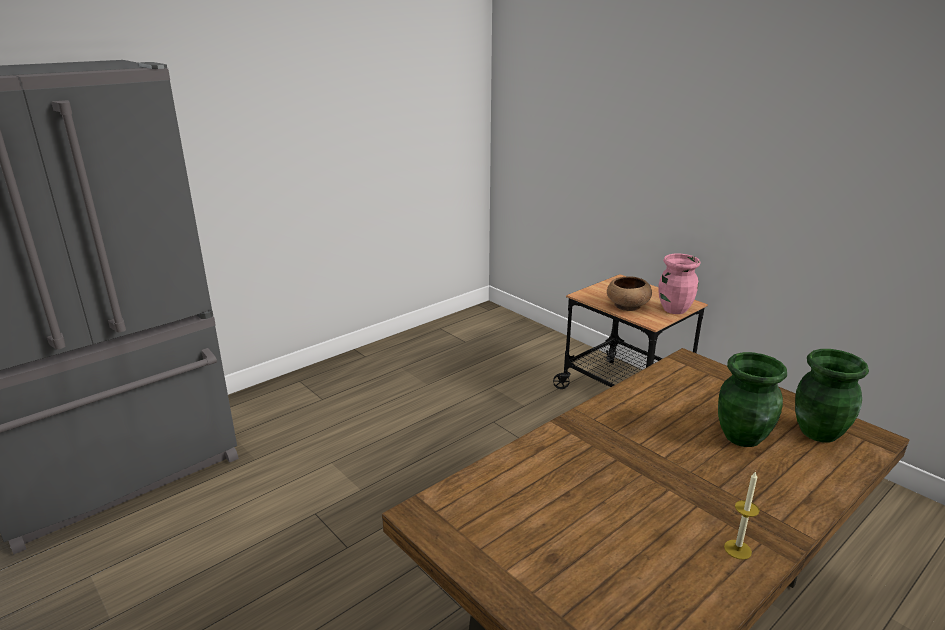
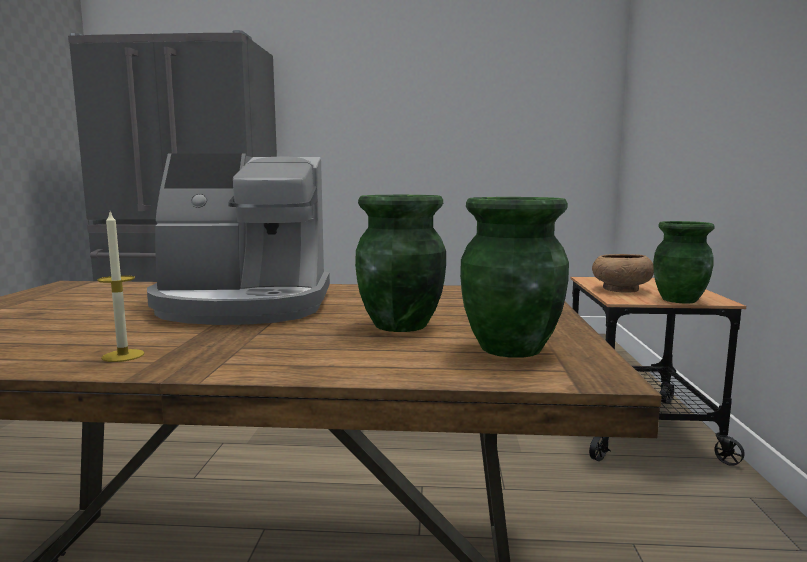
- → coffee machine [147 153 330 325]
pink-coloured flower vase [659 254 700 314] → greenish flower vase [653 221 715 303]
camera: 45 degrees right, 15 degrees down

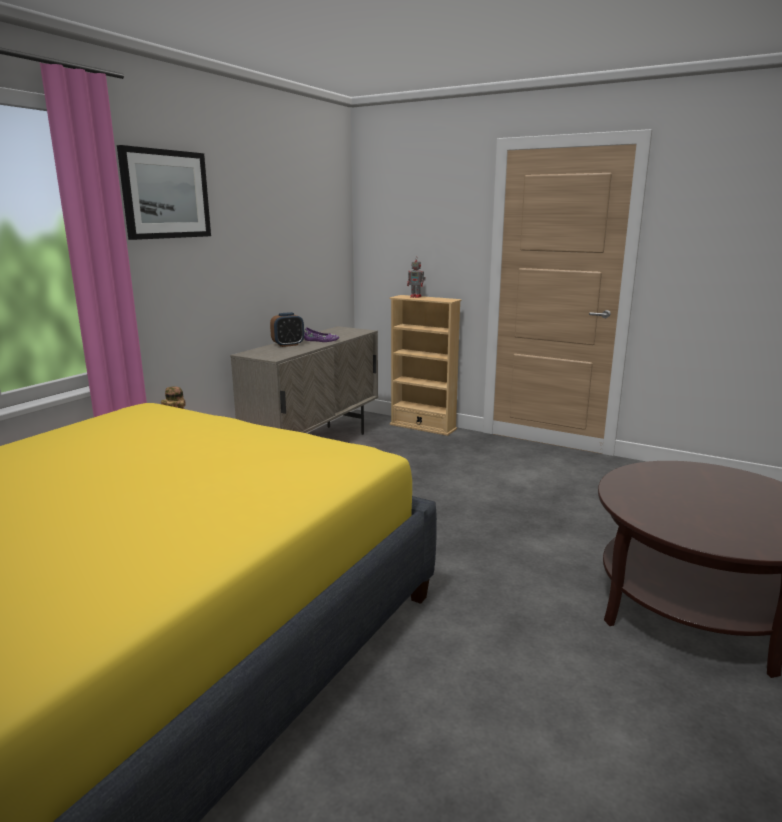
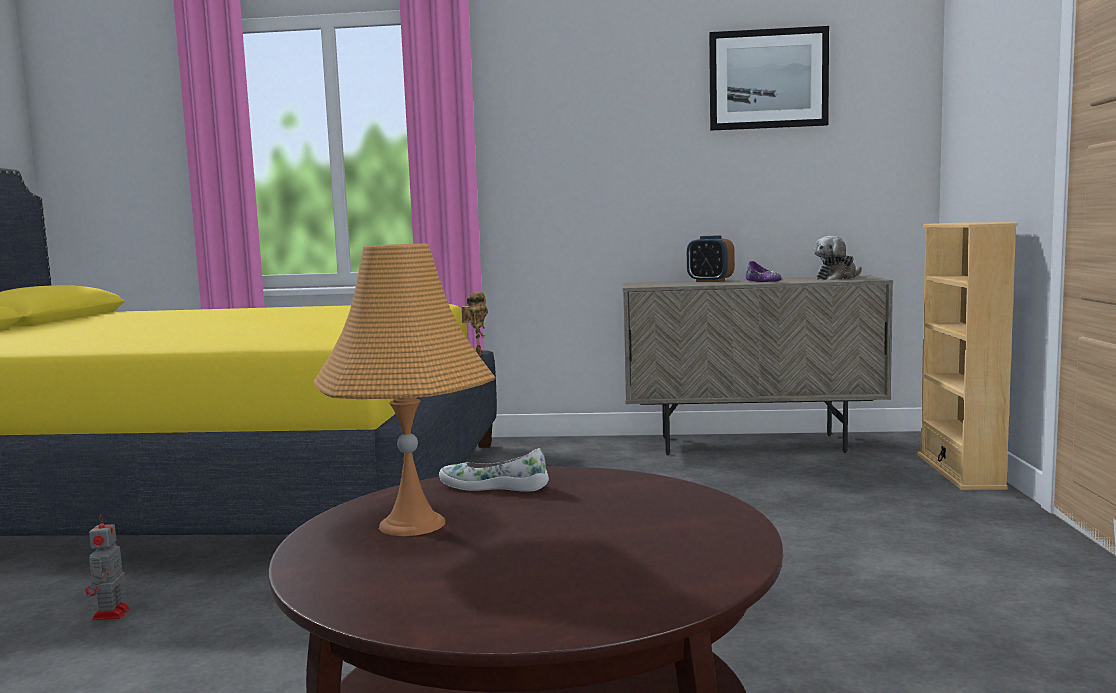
- → orange-coloured tabletop lamp [314 244 496 536]
- → white low shoe [439 448 549 492]
- → soft toy [814 236 862 280]
picture [117 145 211 240] → picture [709 26 829 131], relocated
toy robot [407 257 426 298] → toy robot [85 515 130 621], relocated
camera: 65 degrees right, 10 degrees down

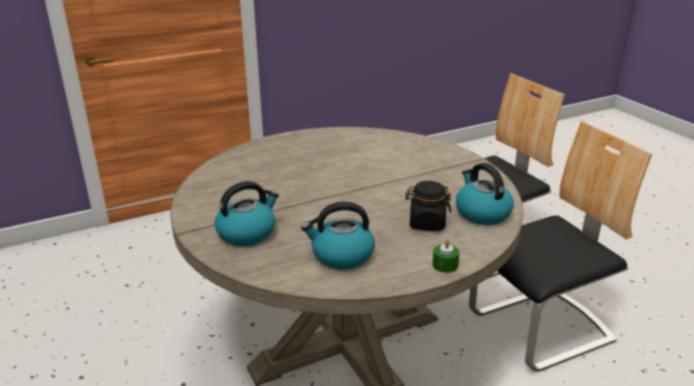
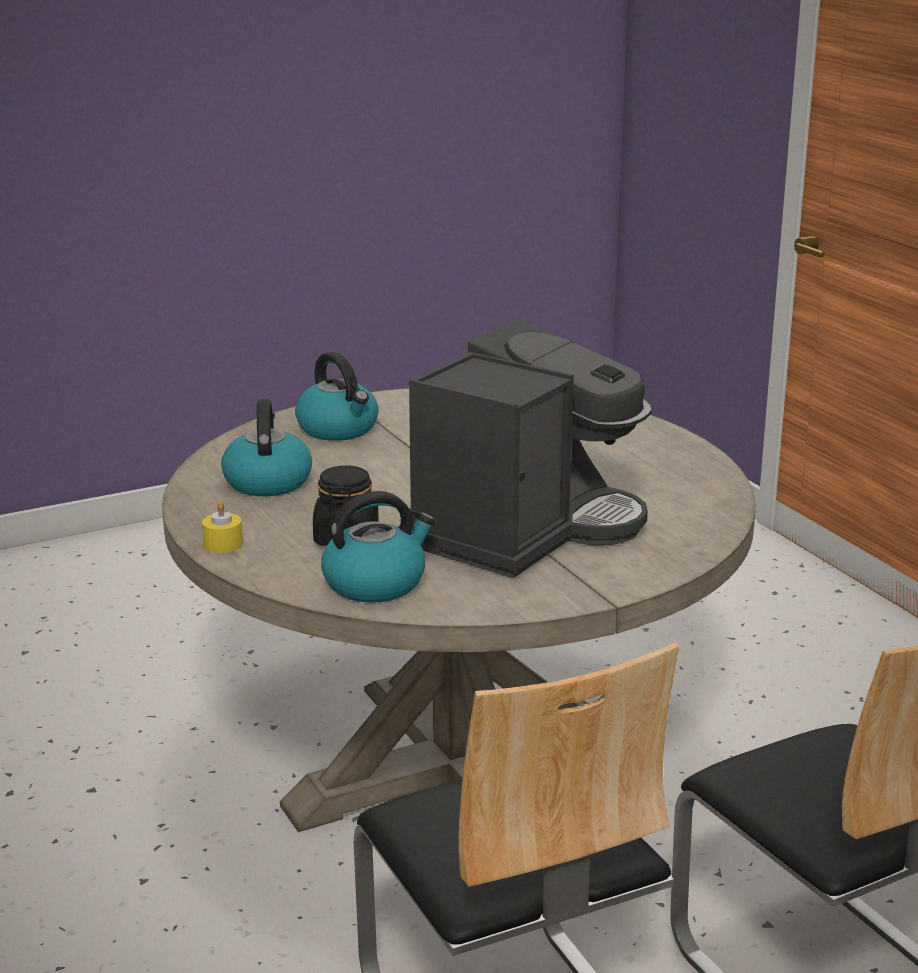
- → coffee machine [398 319 652 578]
greenish candle [433 239 459 273] → yellow-coloured candle [202 502 243 553]
camera: 90 degrees right, 5 degrees down

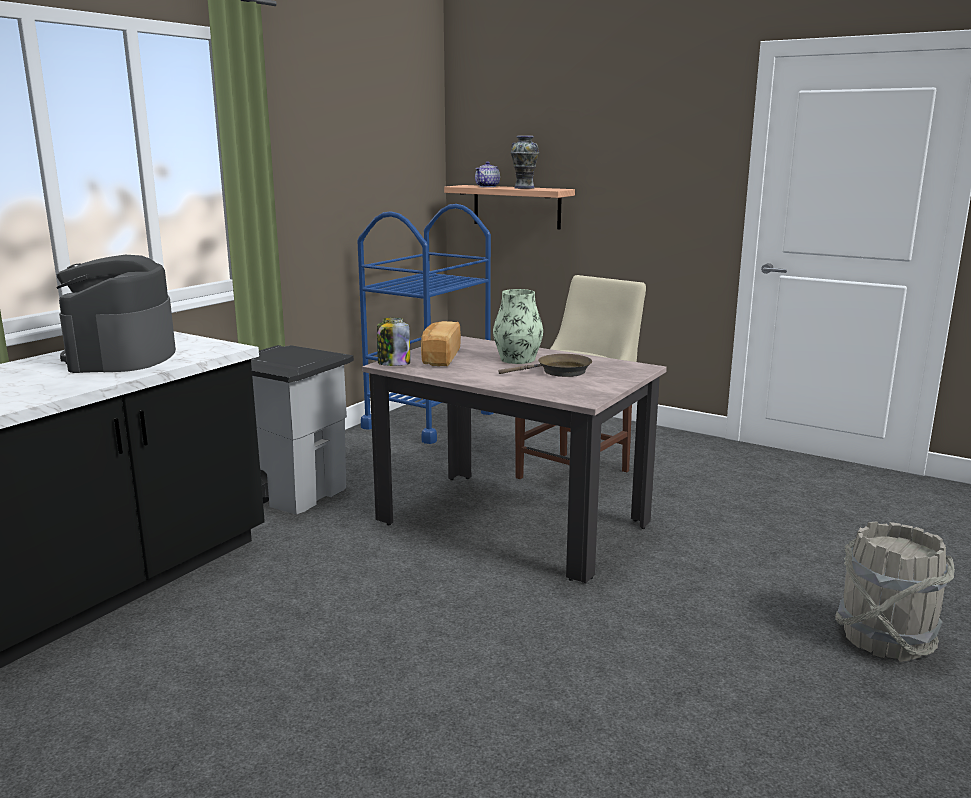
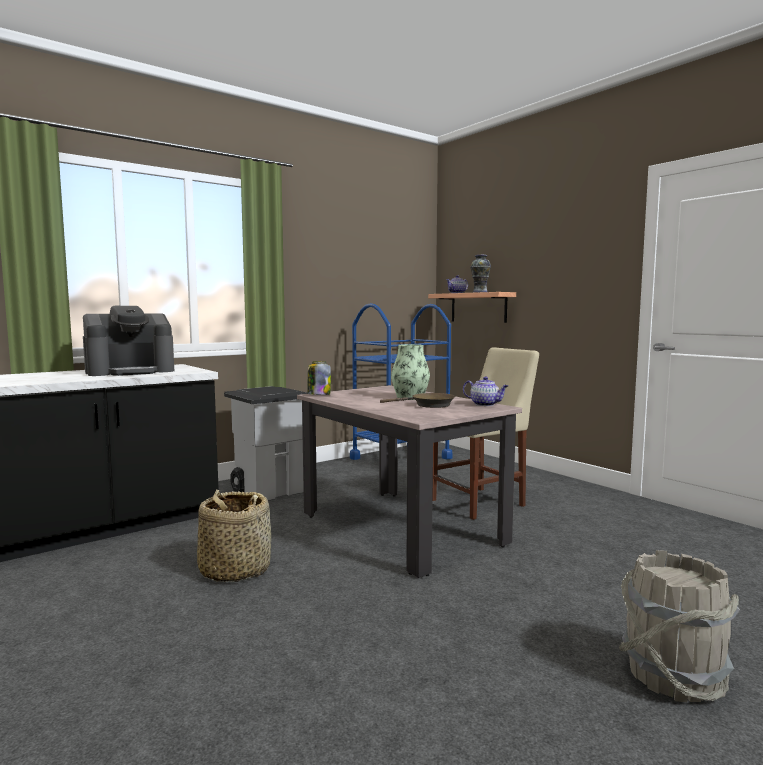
baked bread [421 321 461 366] → -
- → household basket [197 490 271 582]
- → teapot [463 376 508 406]
coffee machine [56 255 176 373] → coffee machine [83 306 174 376], 135 degrees counterclockwise
camera: 20 degrees right, 10 degrees down

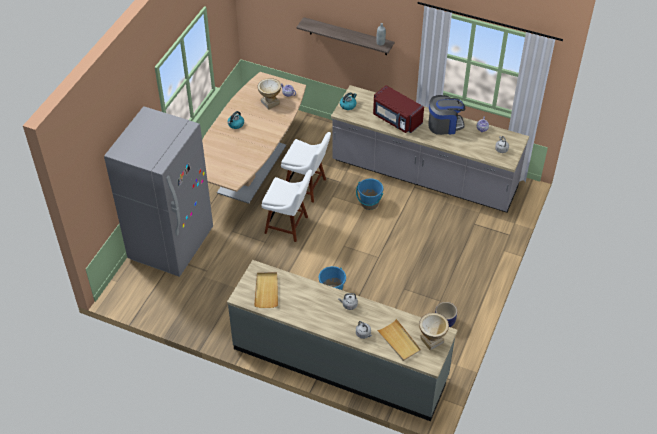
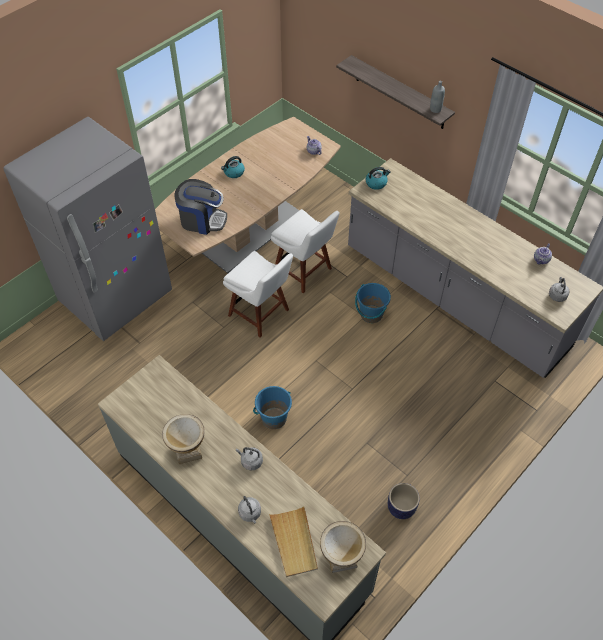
beige-coloured tray [254 272 278 308] → -
red-coloured microwave oven [373 85 424 133] → -
flower vase [257 78 281 109] → flower vase [162 414 205 464], relocated
coffee machine [428 95 465 135] → coffee machine [174 179 227 235], relocated
camera: 20 degrees right, 5 degrees up

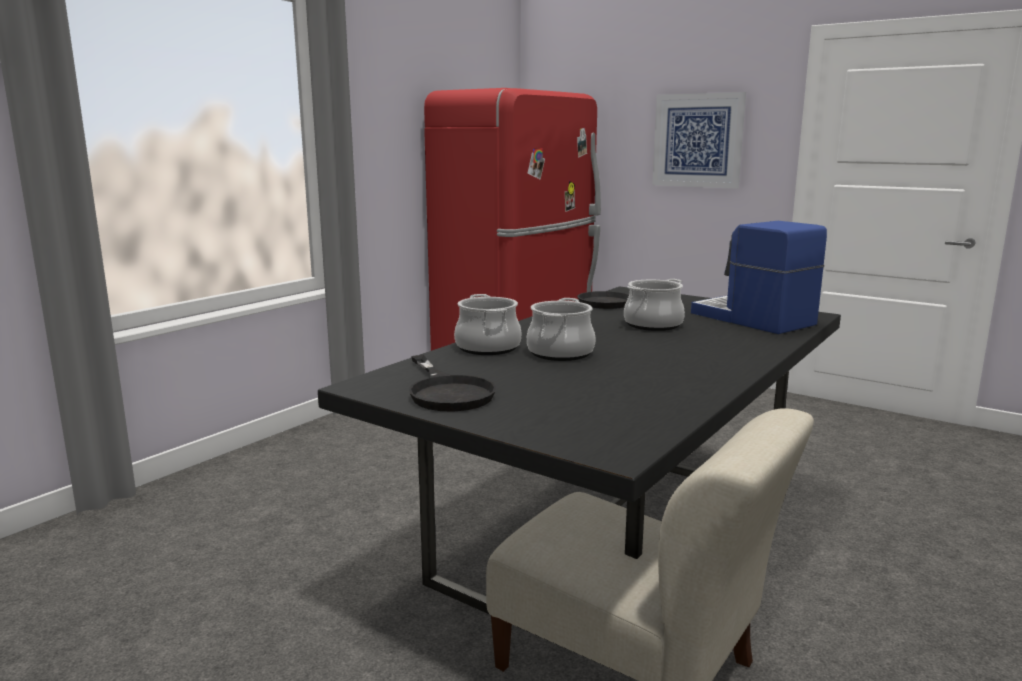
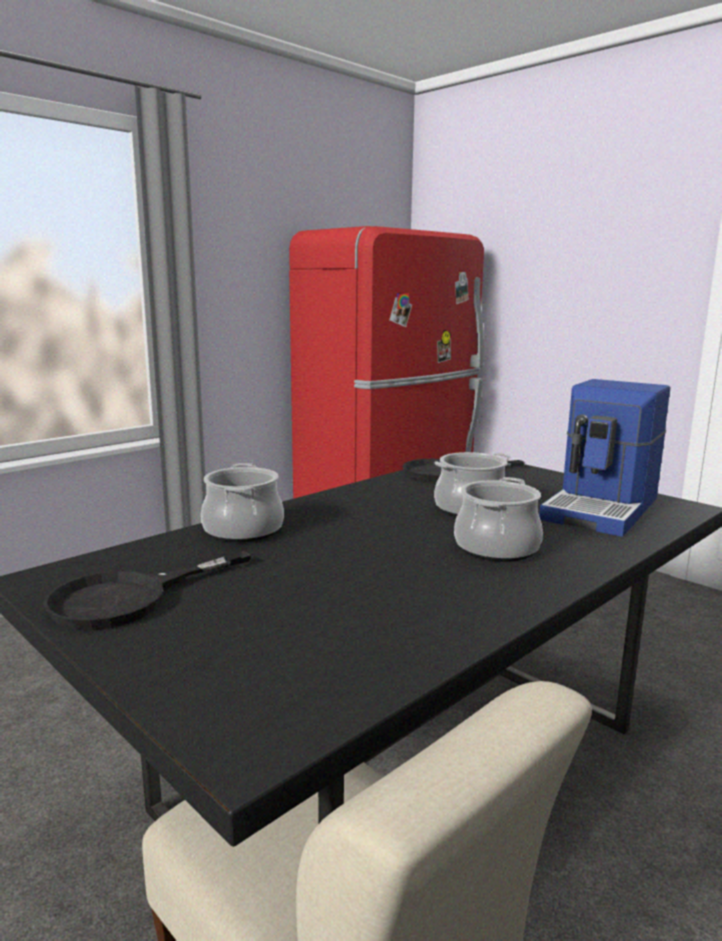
picture [652 92 746 189] → -
stockpot [527 298 596 361] → stockpot [454 477 543 562], relocated
blackish frying pan [409 355 497 412] → blackish frying pan [43 551 251 630], 60 degrees clockwise
coffee machine [691 221 827 334] → coffee machine [539 379 671 537], 120 degrees counterclockwise
camera: 10 degrees right, 0 degrees up

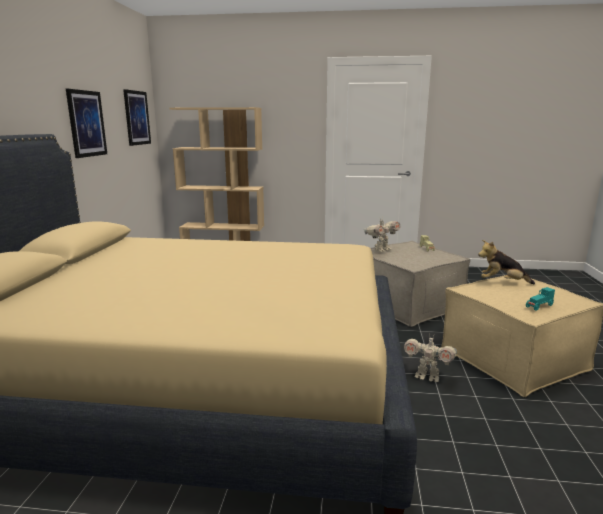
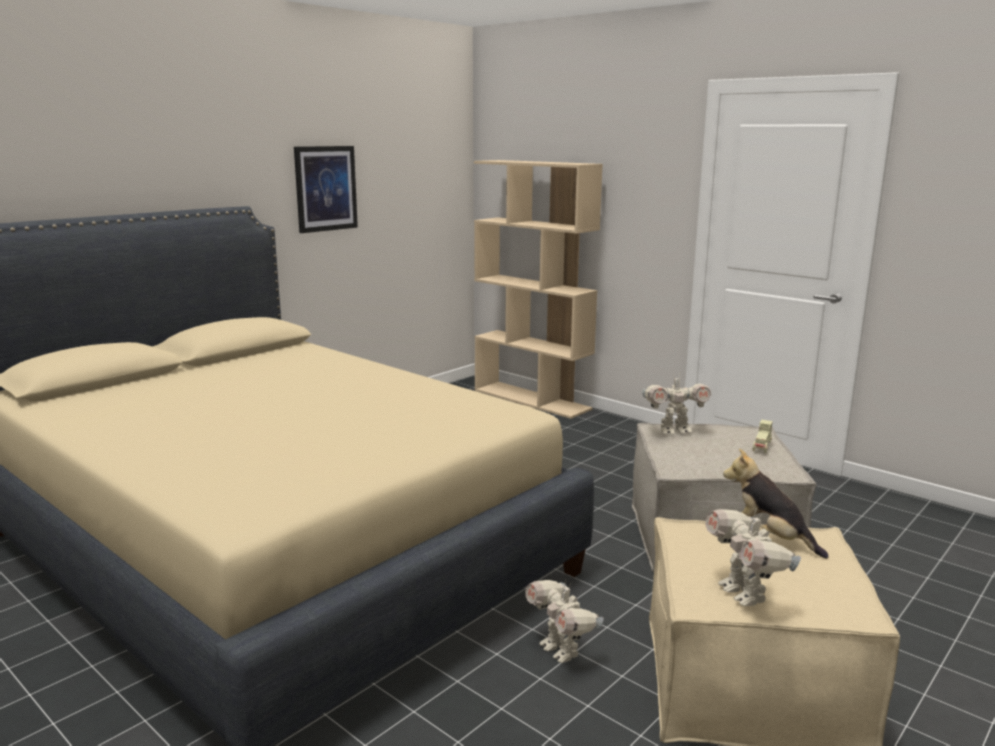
picture [123 89 151 146] → -
turquoise miniature car [526 287 555 311] → toy robot [706 508 801 606]
camera: 35 degrees right, 0 degrees up

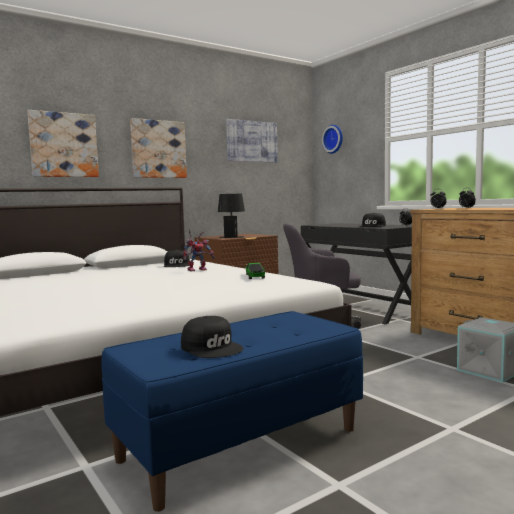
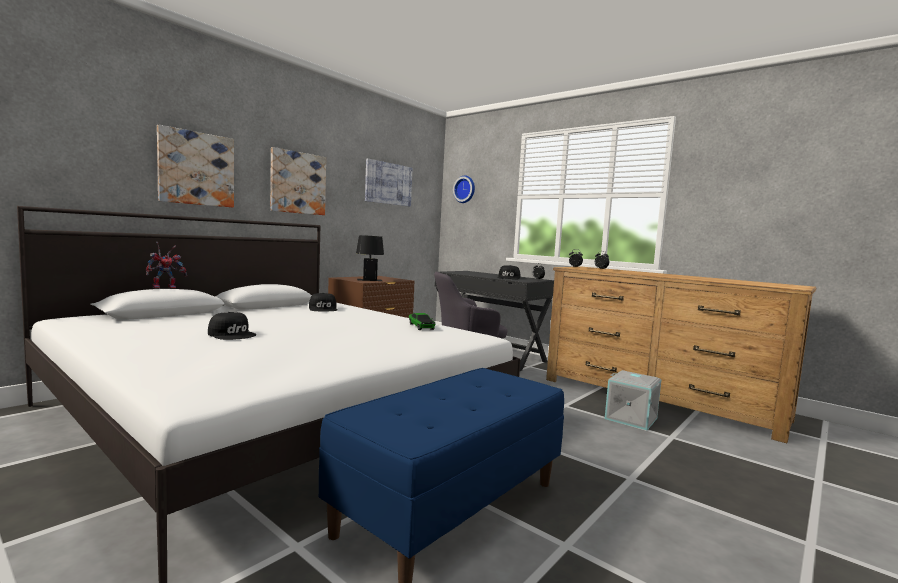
blackish baseball cap [181 316 244 358] → blackish baseball cap [208 312 256 340], relocated
toy robot [183 229 215 271] → toy robot [146 242 187 289], relocated
camera: 15 degrees left, 0 degrees up

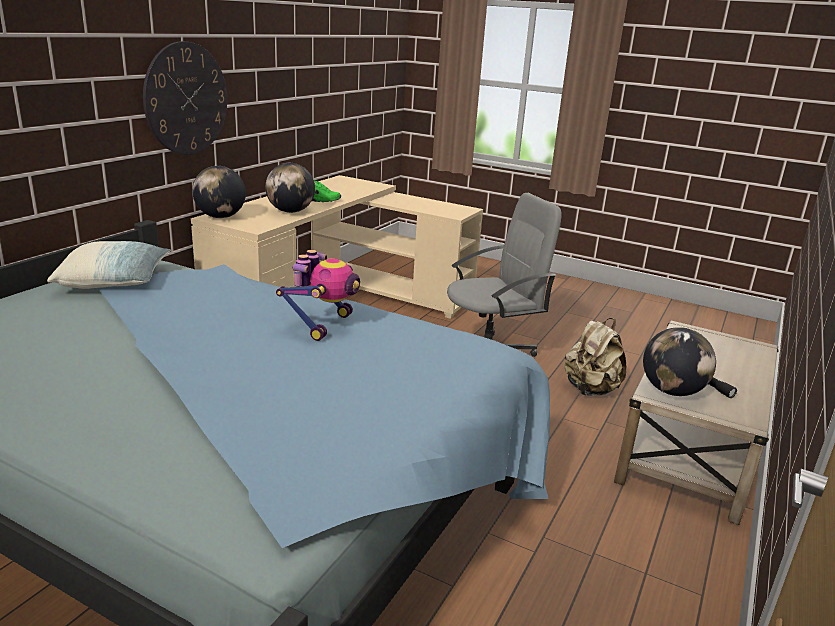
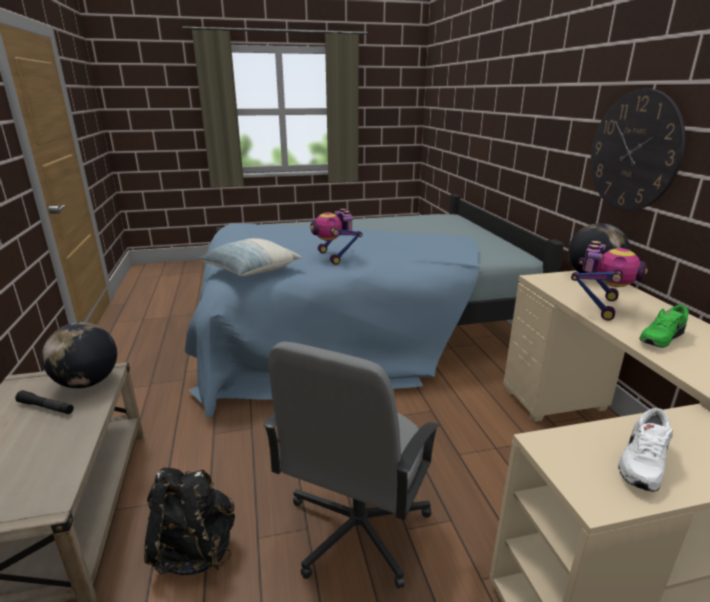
- → white low shoe [618 408 673 492]
throw pillow [47 241 171 289] → throw pillow [198 238 302 276], relocated
desk globe [265 163 315 213] → toy robot [571 241 648 320]
beige-coloured knapsack [564 318 626 396] → blackish knapsack [144 468 235 575]
camera: 140 degrees right, 0 degrees up

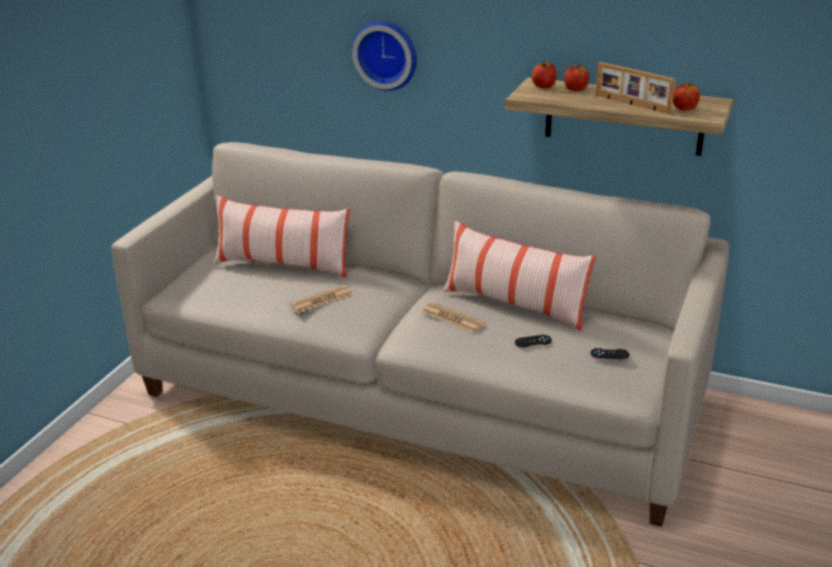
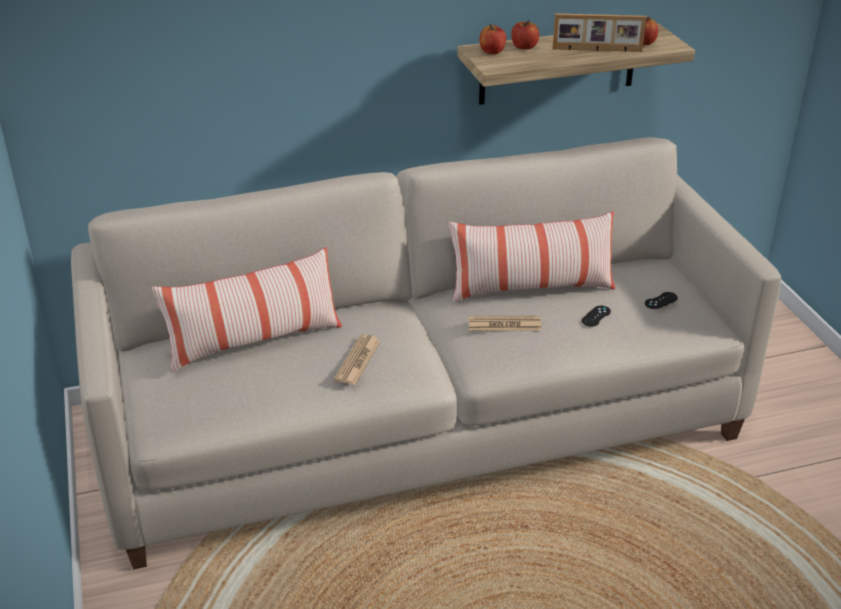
wall clock [352 21 417 91] → -
camera: 40 degrees left, 5 degrees up

